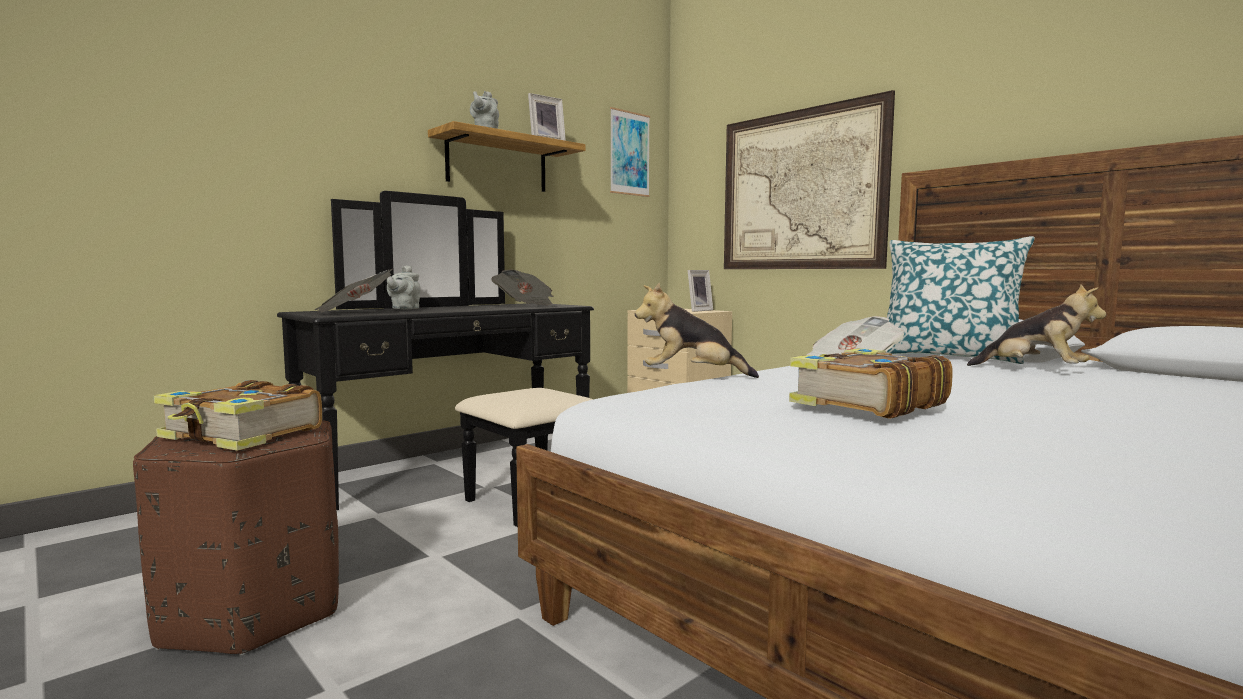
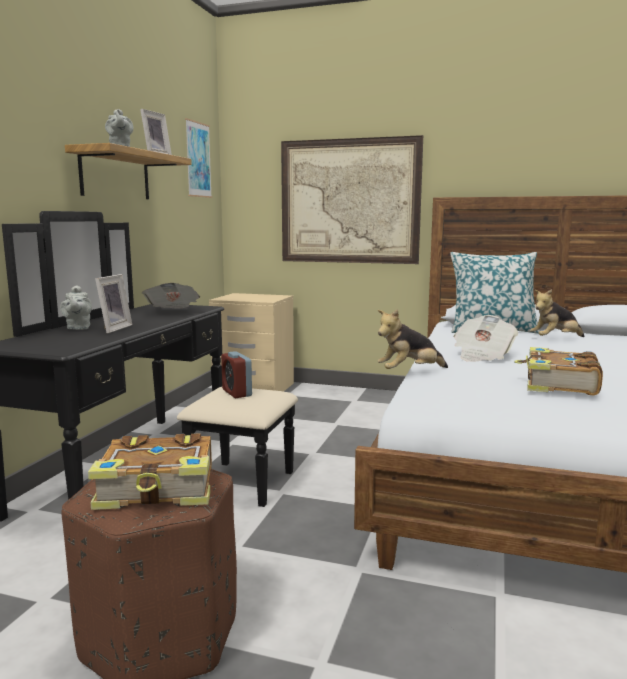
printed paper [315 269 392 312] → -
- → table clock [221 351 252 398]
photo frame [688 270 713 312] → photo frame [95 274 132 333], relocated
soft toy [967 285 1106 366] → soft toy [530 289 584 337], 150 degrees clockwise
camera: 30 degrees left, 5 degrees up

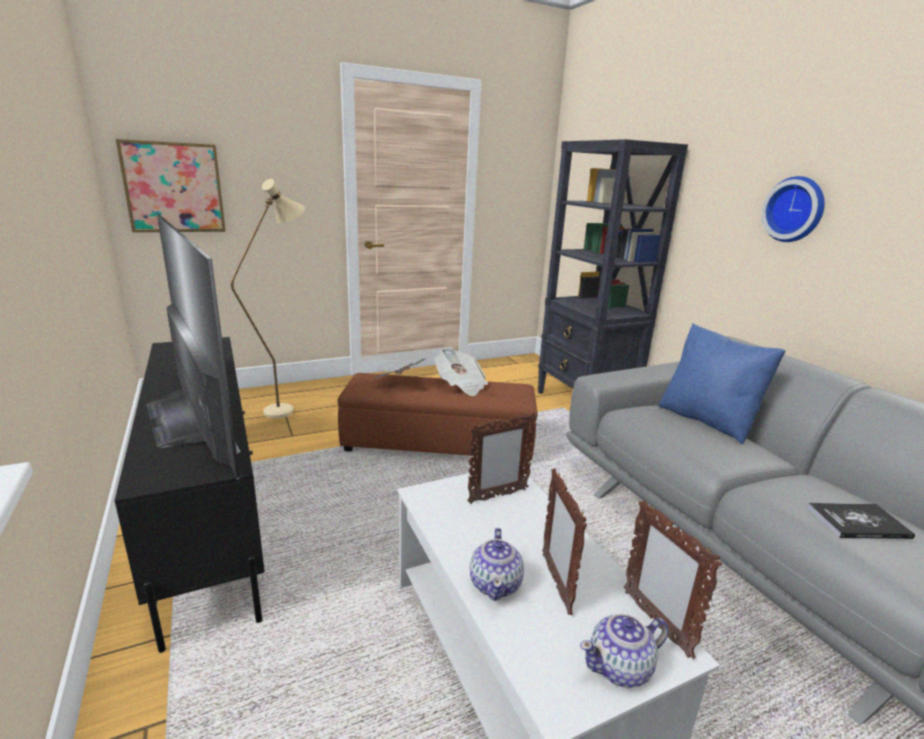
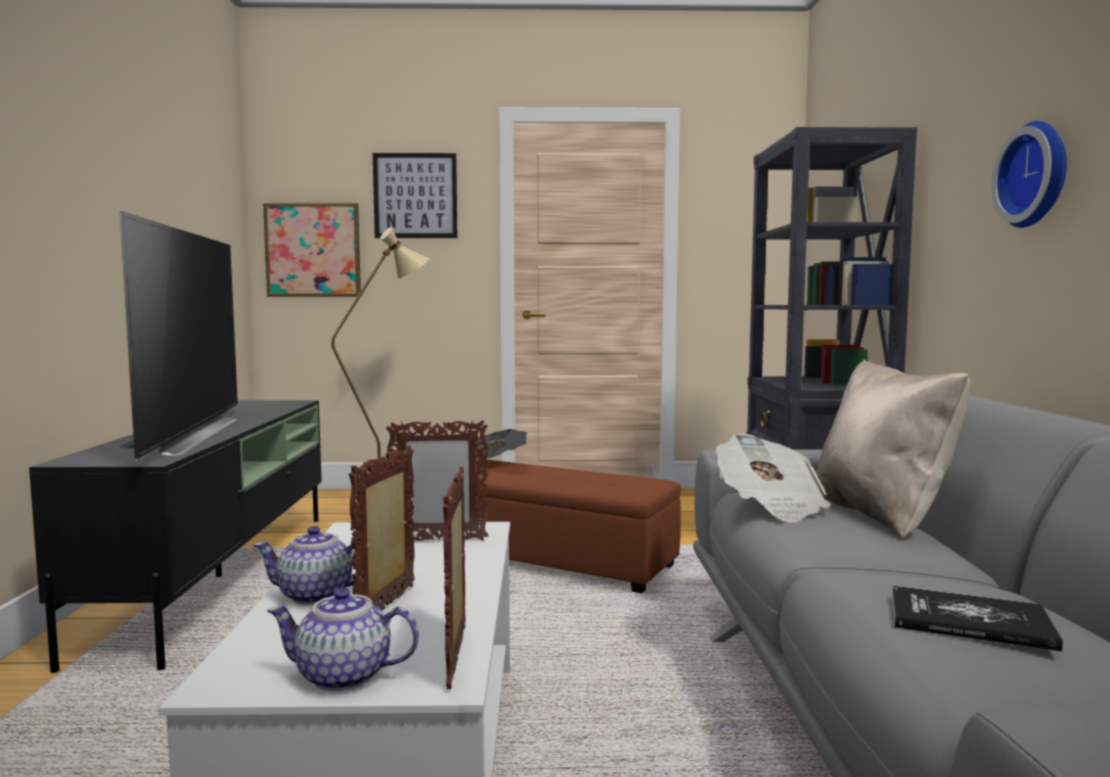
- → picture [373 153 457 238]
printed paper [434 348 488 396] → printed paper [715 434 831 523], relocated
blue-coloured throw pillow [658 323 785 445] → beige-coloured throw pillow [816 360 970 538]
teapot [470 528 524 601] → teapot [253 526 359 605], 60 degrees clockwise
camera: 25 degrees right, 15 degrees down

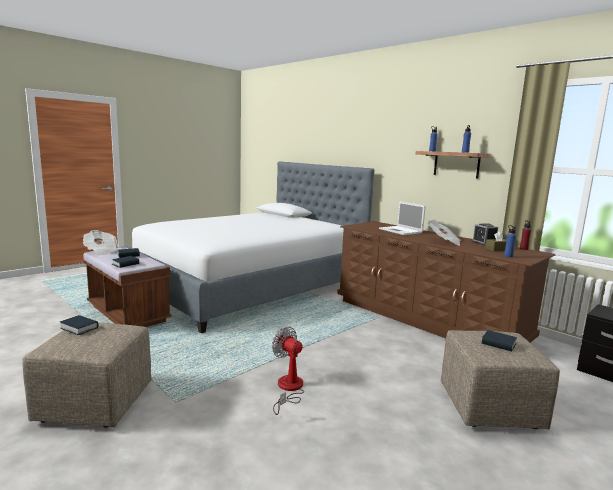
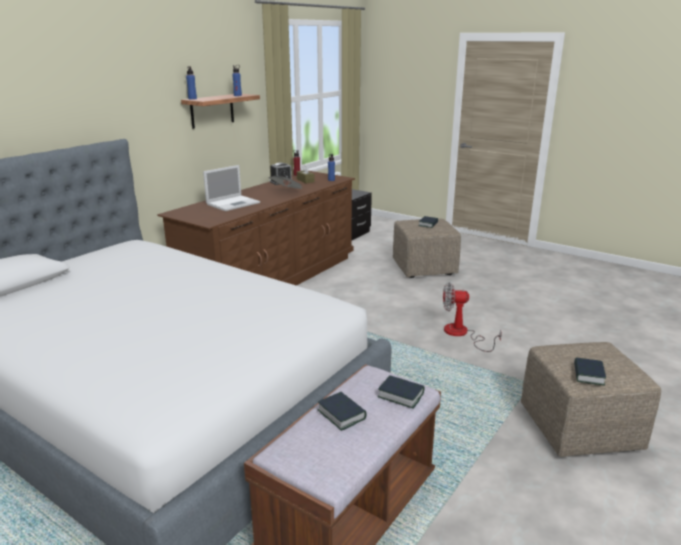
printed paper [83 230 118 256] → -
electric fan [272 327 304 415] → electric fan [443 282 502 352], 60 degrees clockwise
camera: 100 degrees left, 10 degrees up

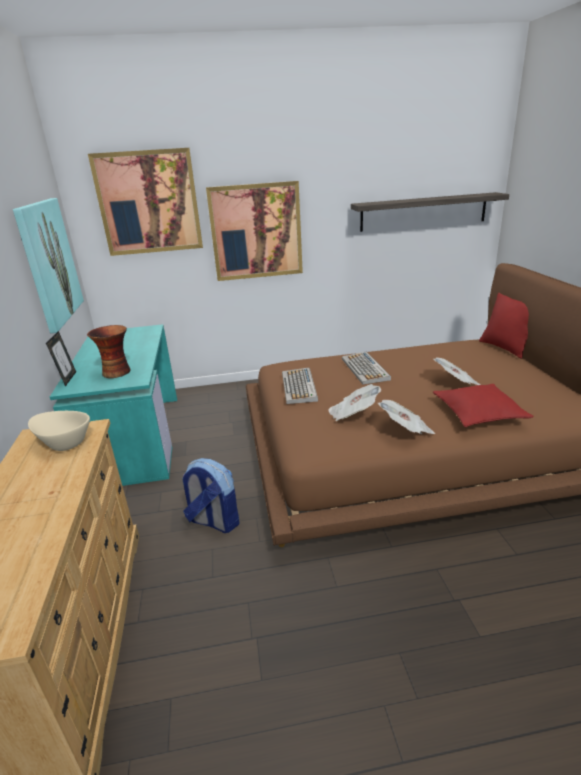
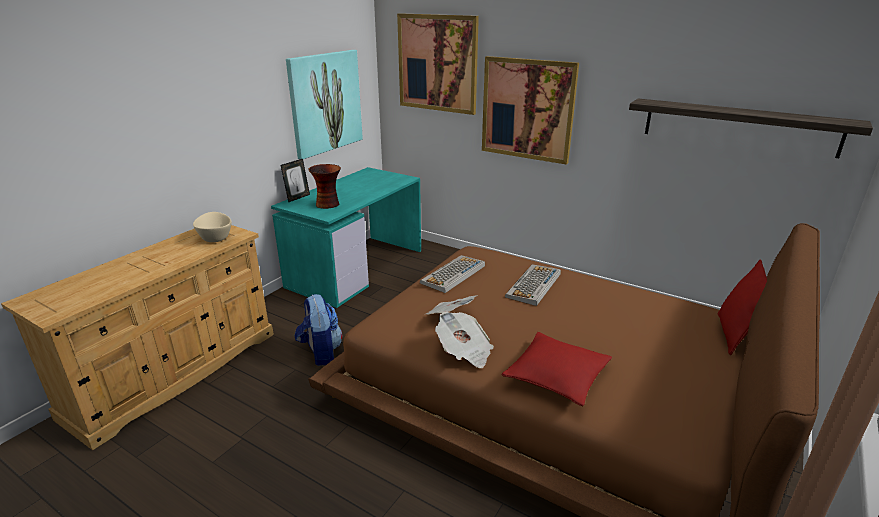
printed paper [433 358 480 385] → -
camera: 40 degrees right, 0 degrees up

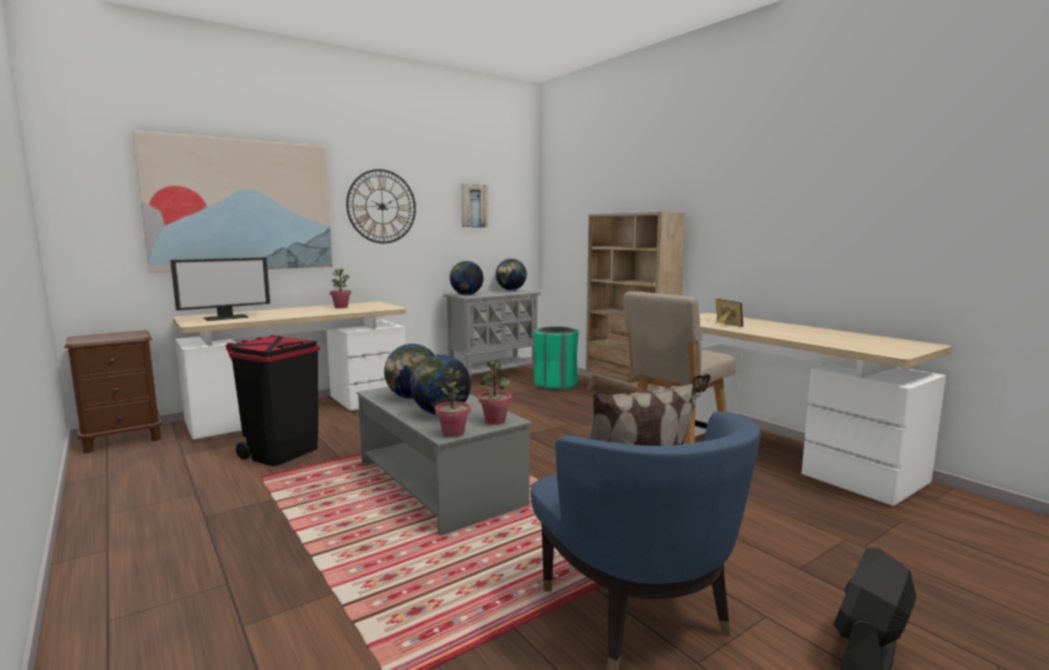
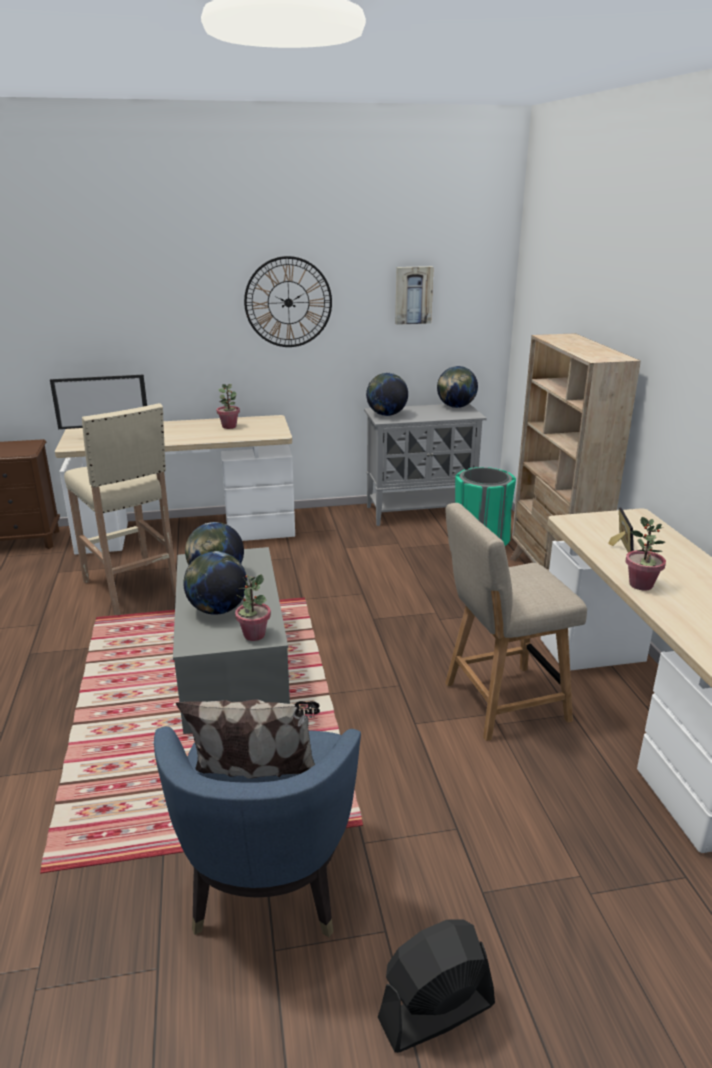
picture [132 130 332 273] → -
potted plant [434 368 471 437] → potted plant [625 517 666 591], relocated
blackish rubbish bin [226 335 320 466] → beige-coloured sitting stool [64 403 177 615]
camera: 25 degrees right, 15 degrees up

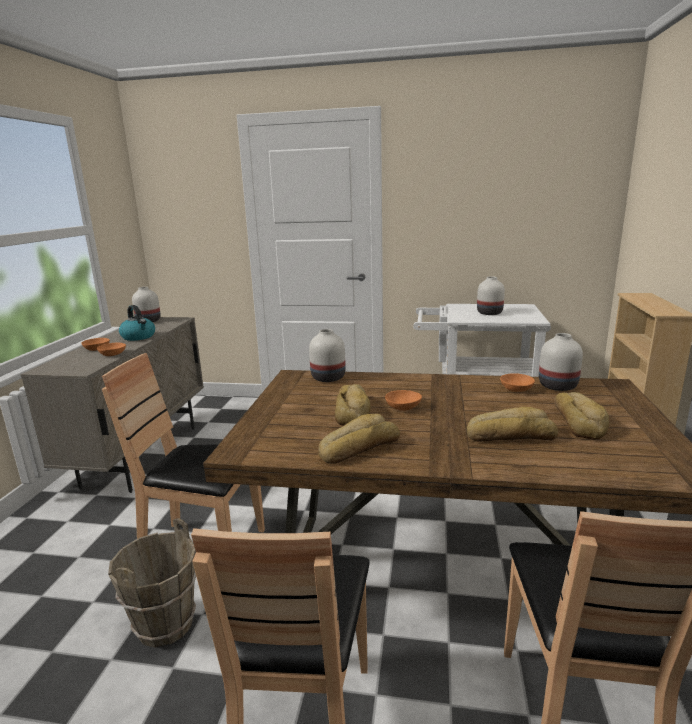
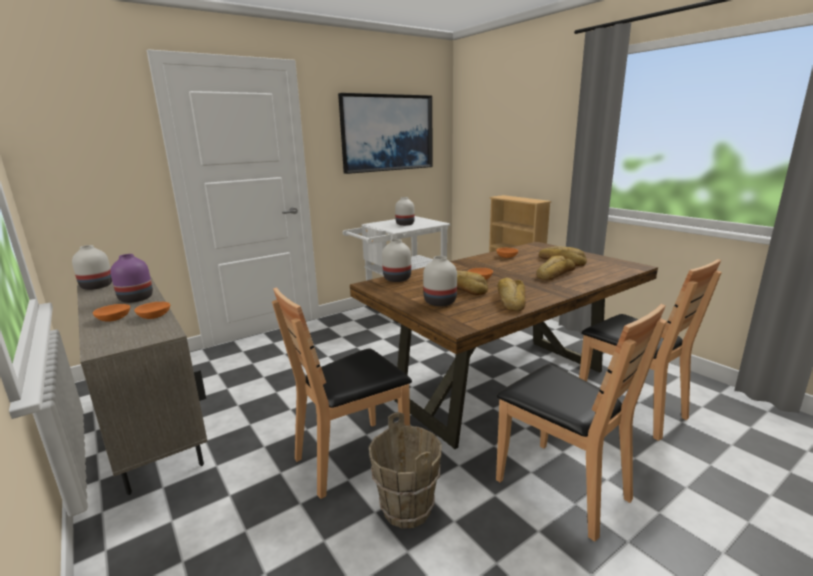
- → picture [338 93 433 174]
white flower vase [539 333 583 391] → white flower vase [423 256 457 306], relocated
kettle [119 305 155 341] → purple-coloured flower vase [110 254 153 303]
camera: 45 degrees left, 0 degrees up

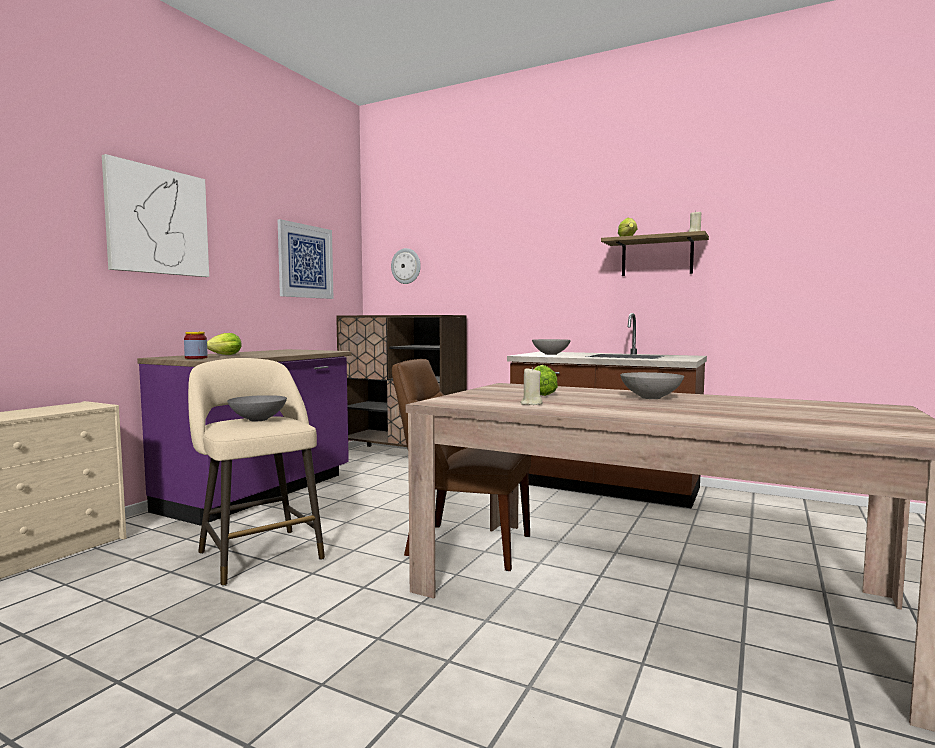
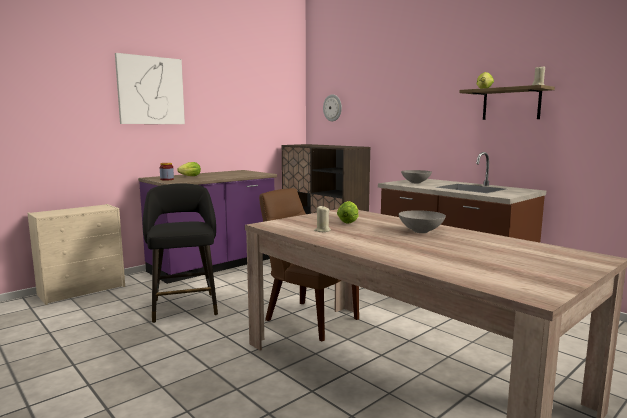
greyish serving bowl [227 395 287 421] → -
picture [278 219 334 299] → -
beige-coloured sitting stool [188 358 325 586] → blackish sitting stool [143 183 218 323]
camera: 20 degrees right, 5 degrees up

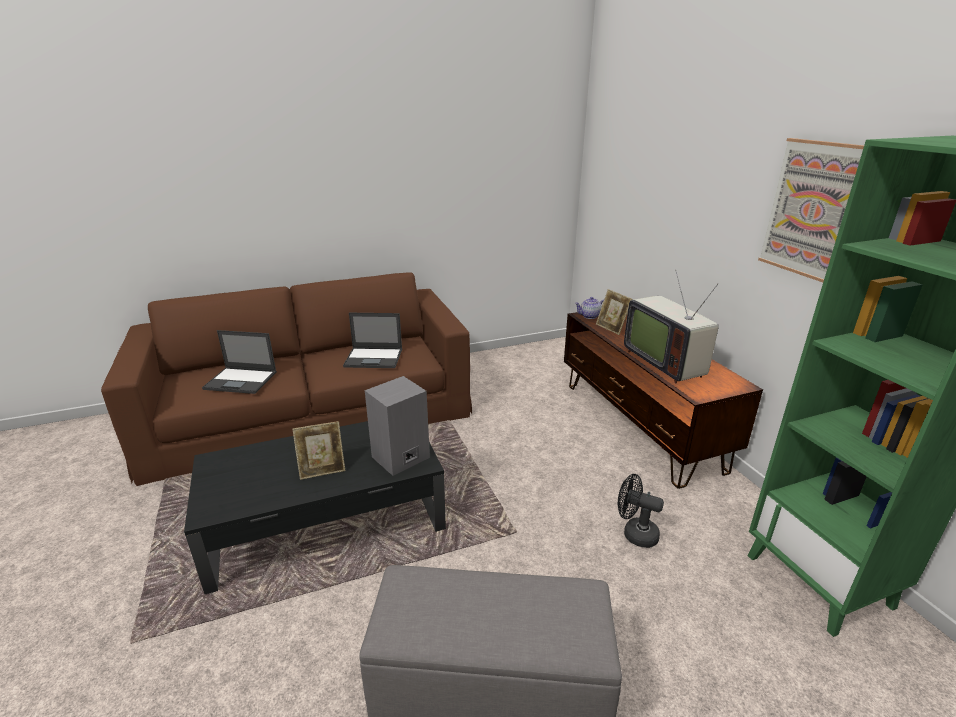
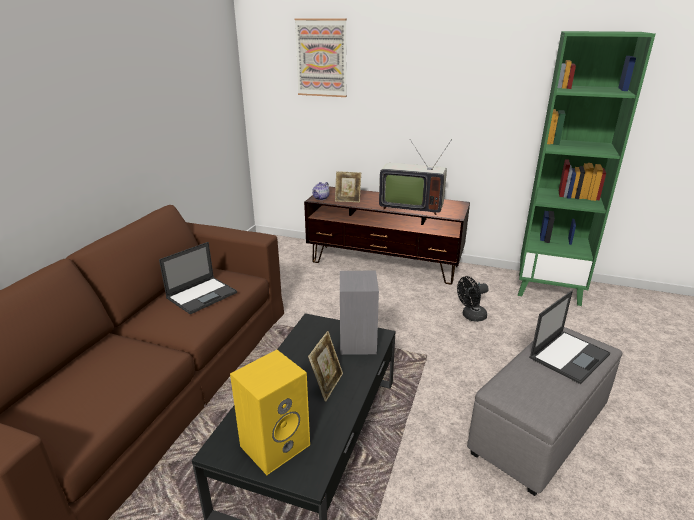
- → yellow-coloured speaker [230 350 310 475]
notebook computer [202 330 277 394] → notebook computer [529 291 611 384], relocated
picture [758 138 864 282] → picture [295 19 347 97], relocated
camera: 50 degrees left, 0 degrees up

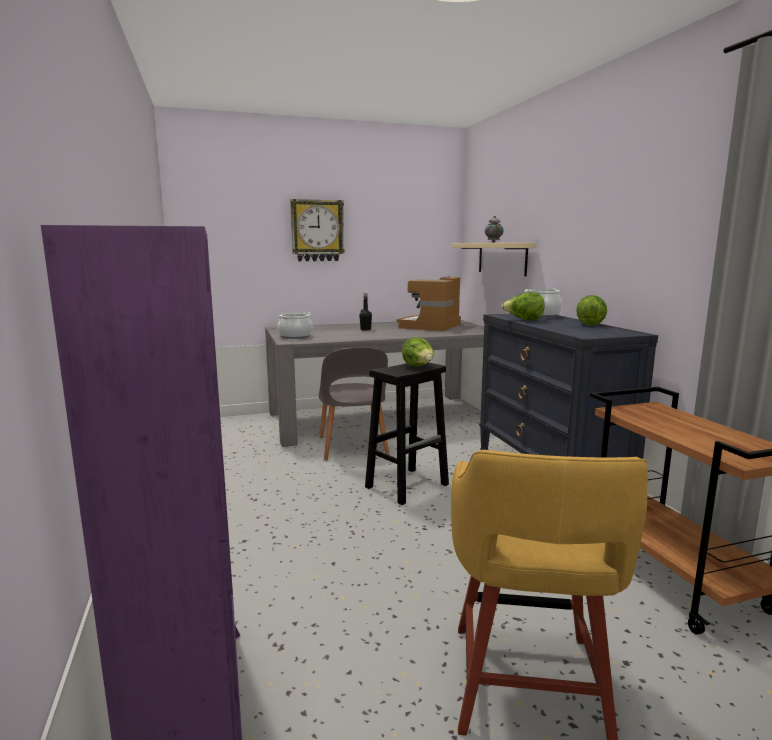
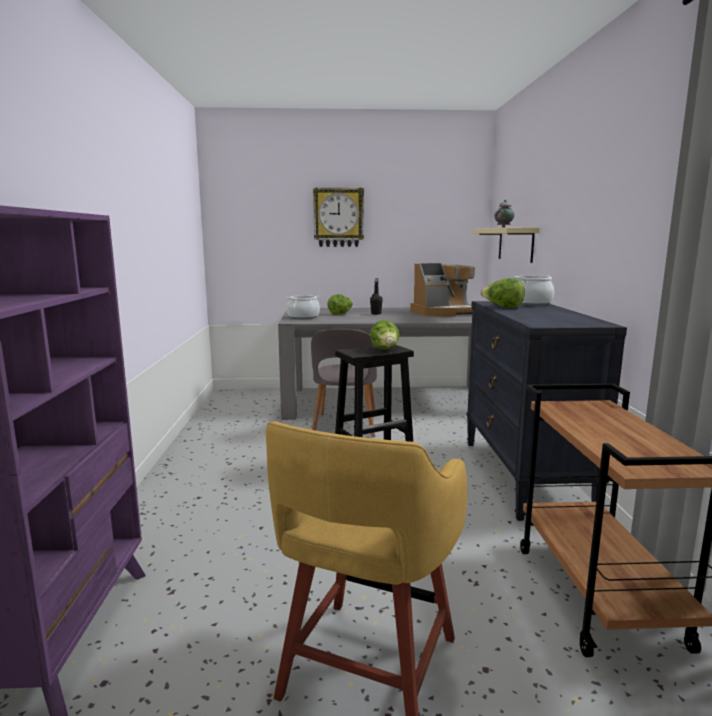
head of lettuce [576 295 607 325] → head of lettuce [327 294 353 315], relocated
coffee machine [396 276 461 331] → coffee machine [410 263 475 317], 150 degrees counterclockwise
camera: 15 degrees right, 0 degrees up

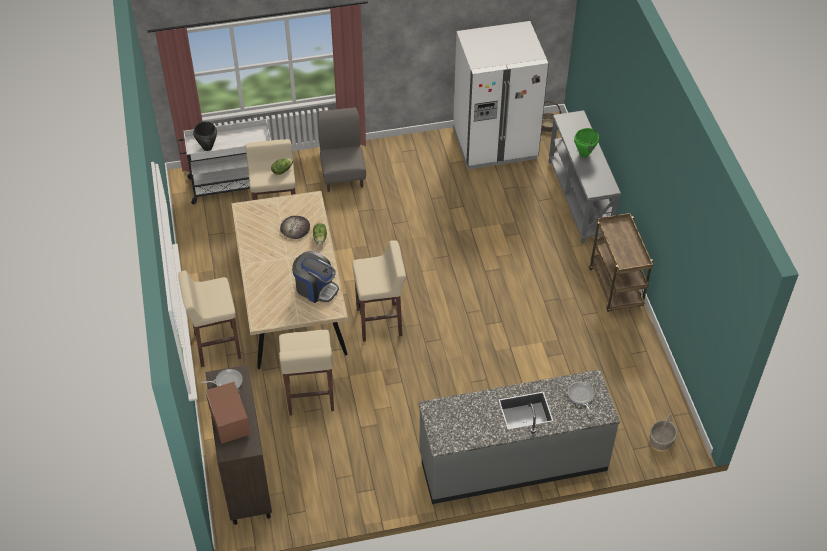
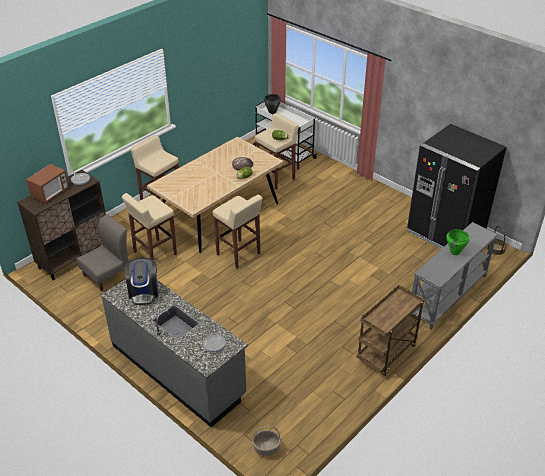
coffee machine [292 251 339 303] → coffee machine [125 258 158 305], relocated
greyish plain chair [318 107 366 192] → greyish plain chair [77 214 129 291], relocated
white kitchen fridge [453 21 549 169] → blackish kitchen fridge [407 124 506 249]
camera: 55 degrees right, 10 degrees down

